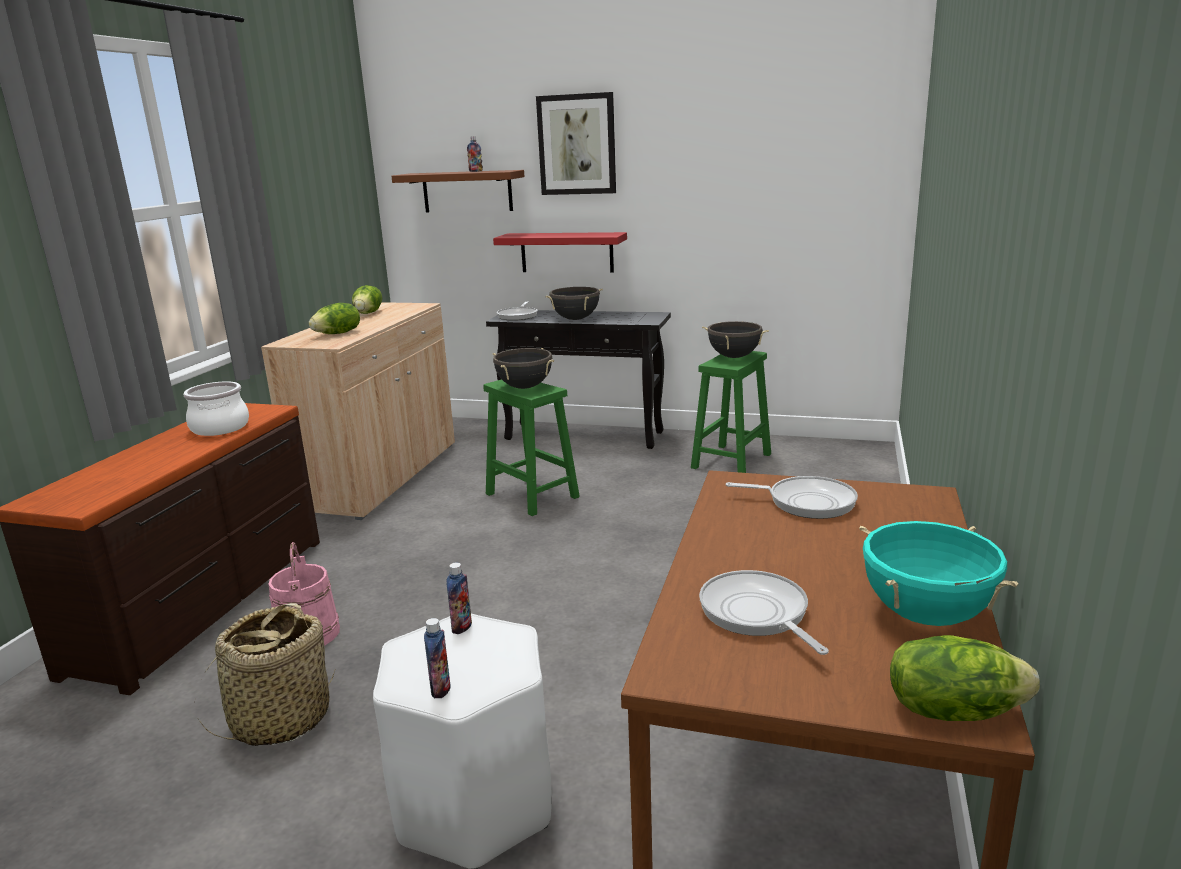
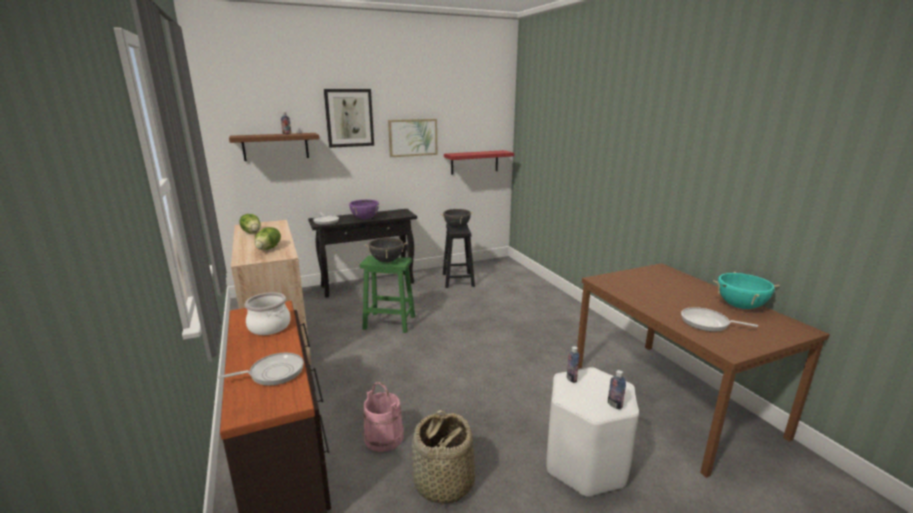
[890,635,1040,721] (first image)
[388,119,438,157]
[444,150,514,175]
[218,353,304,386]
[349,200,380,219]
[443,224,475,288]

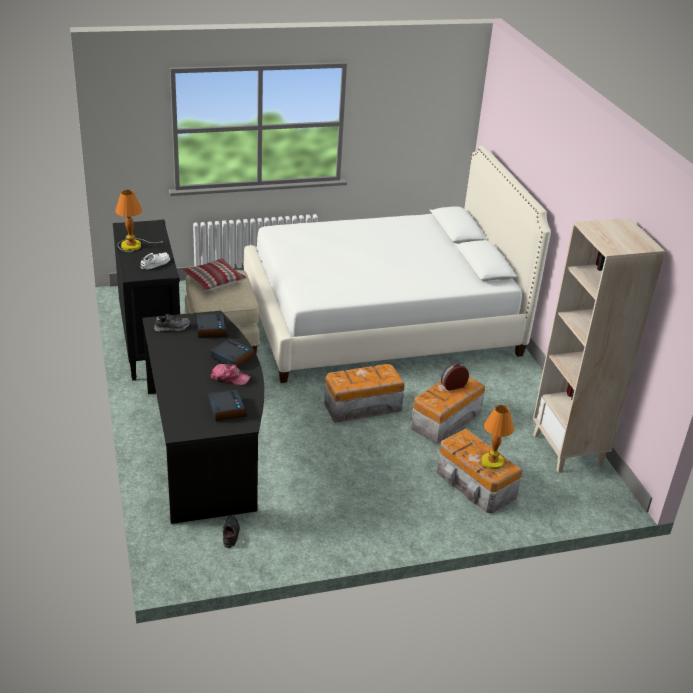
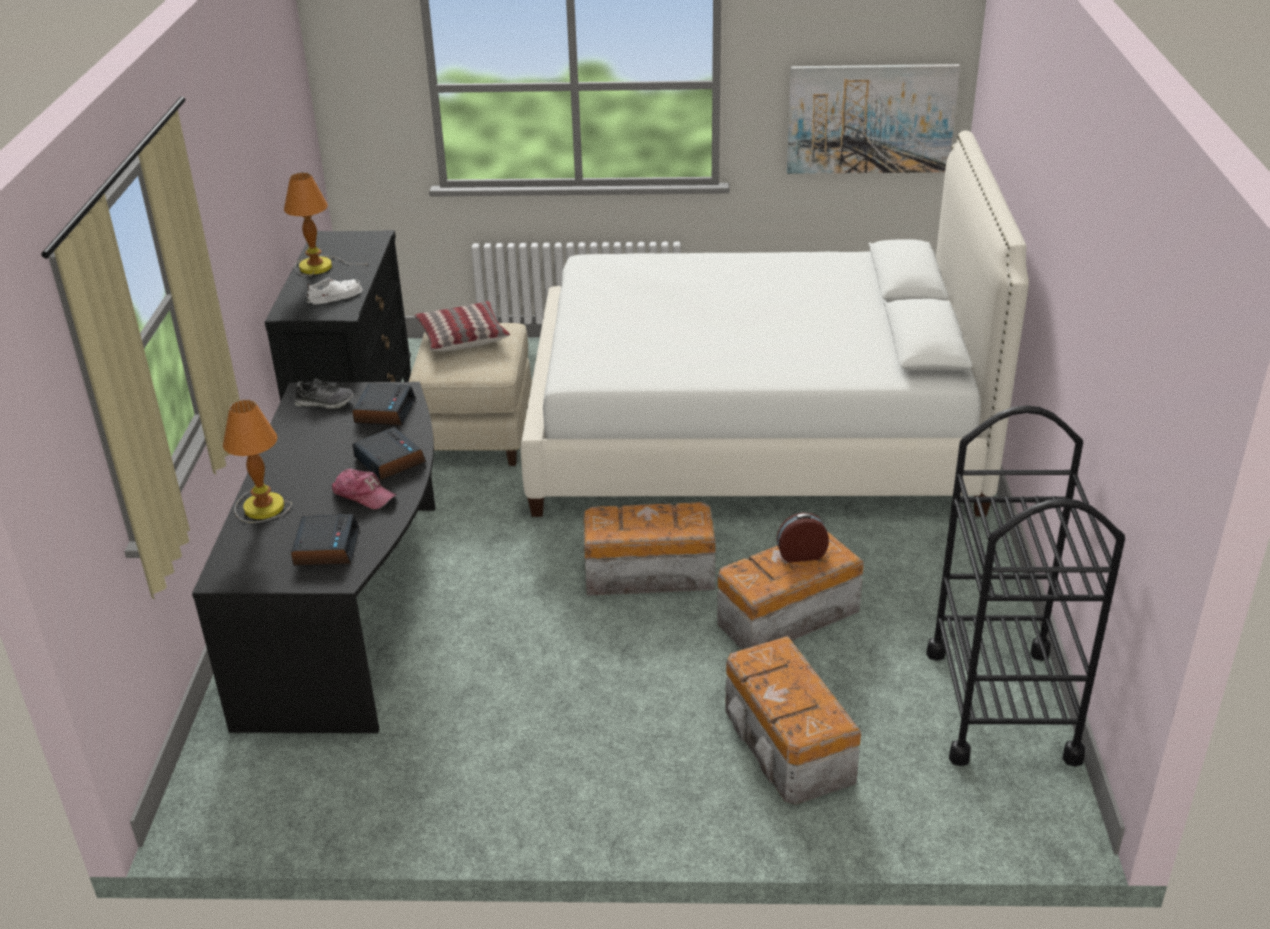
[223,516,240,548] (first image)
[787,64,960,174]
[223,400,292,523]
[926,405,1125,767]

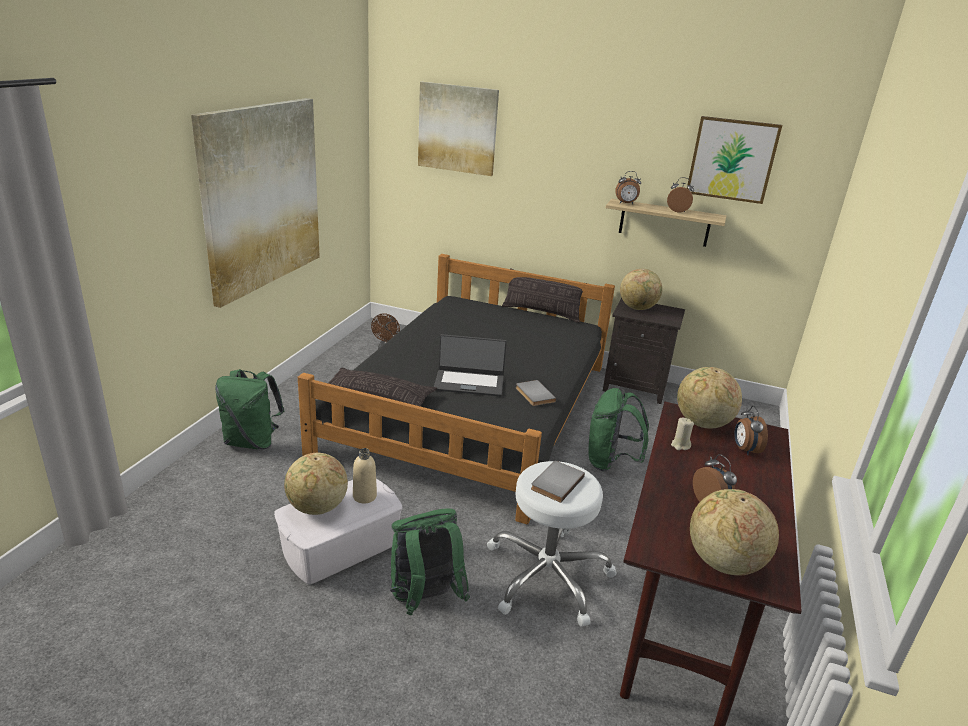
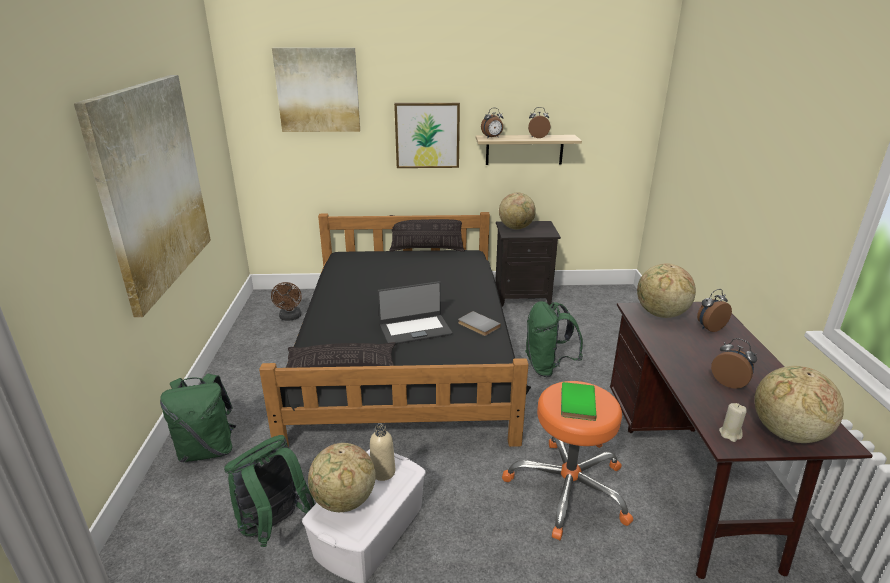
[224,435,315,547]
[719,403,747,442]
[394,103,460,168]
[502,381,633,541]
[561,382,596,421]
[697,289,732,332]

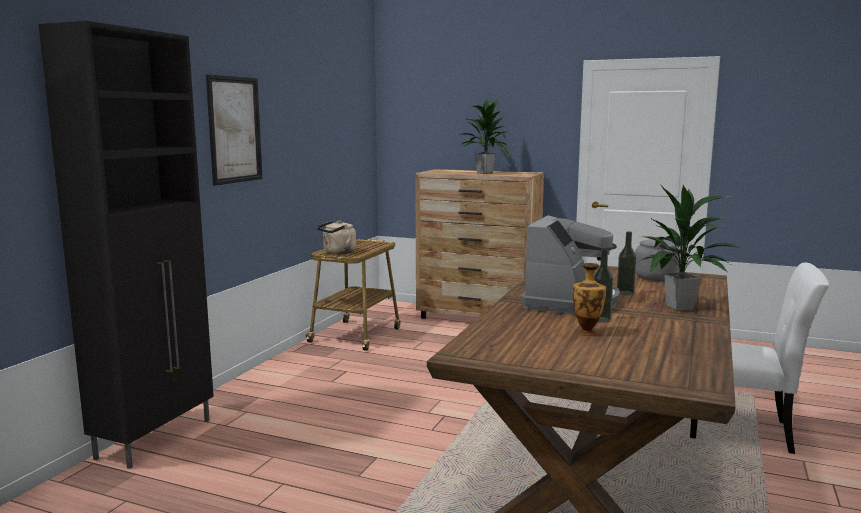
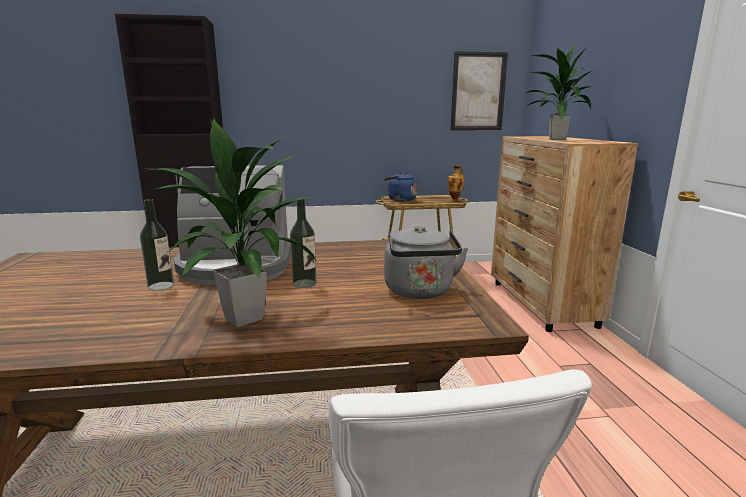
[451,51,508,130]
[448,165,465,201]
[384,172,417,202]

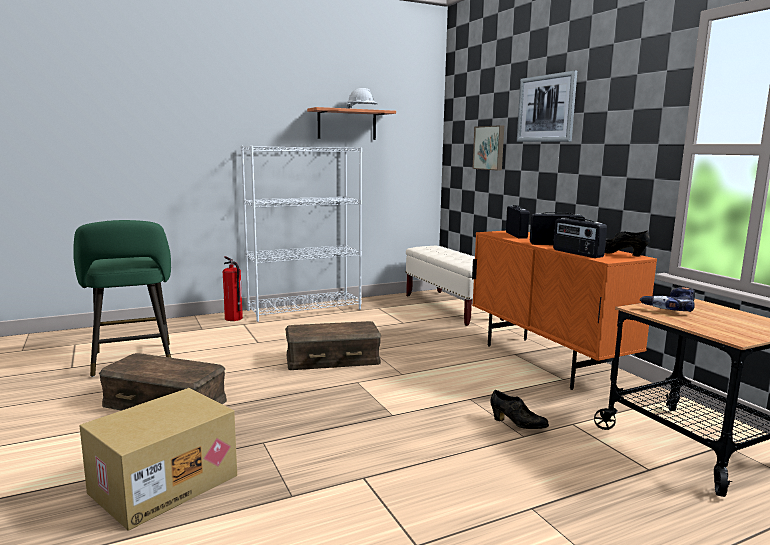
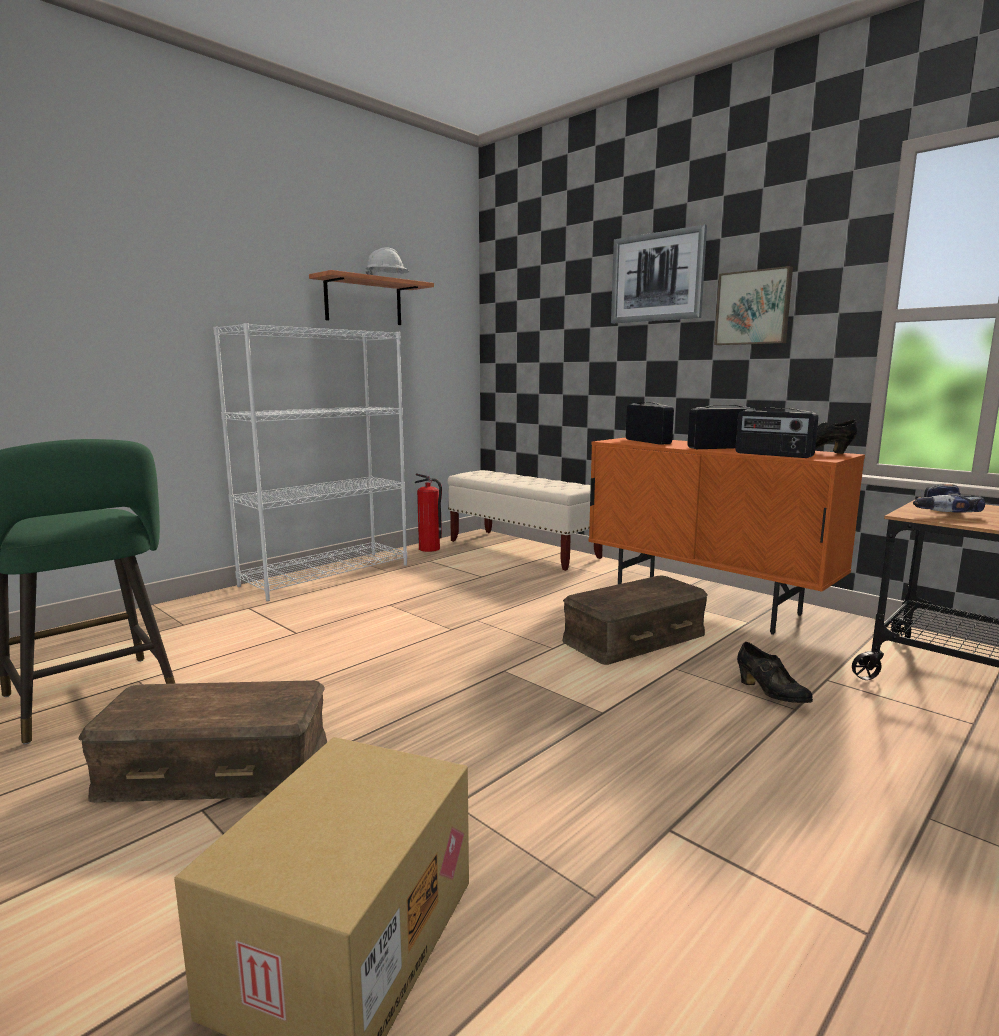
[415,473,442,552]
[562,576,708,665]
[714,266,793,345]
[737,642,813,703]

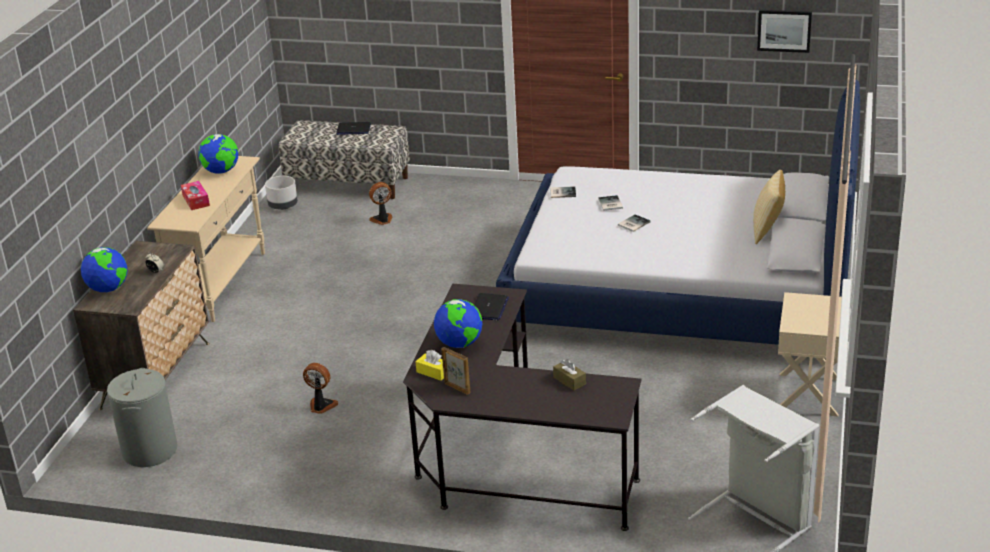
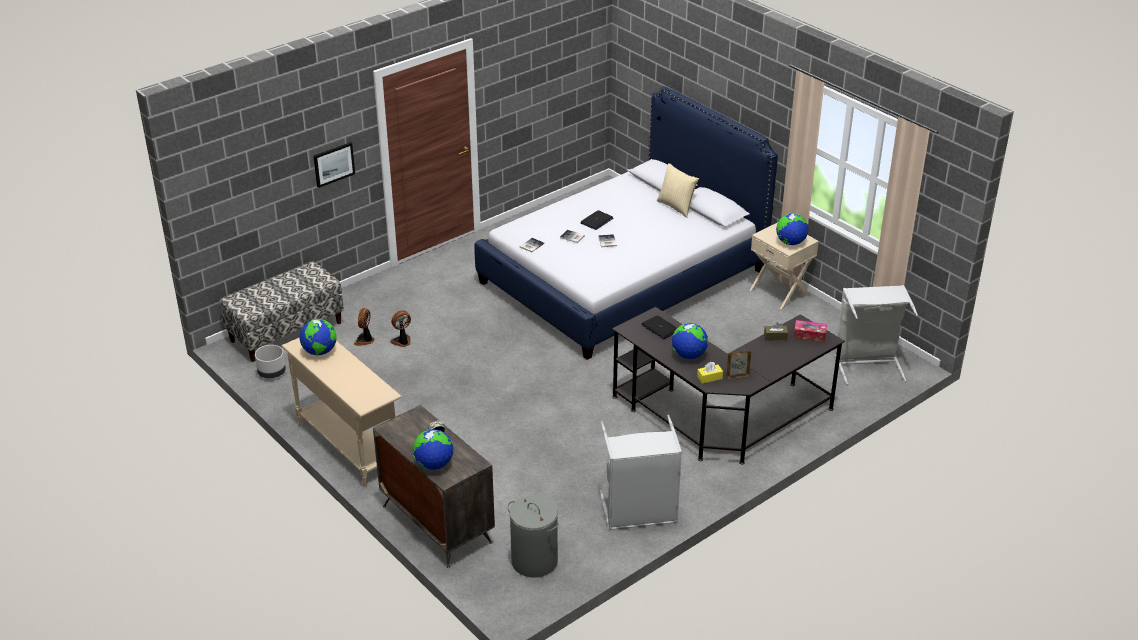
[600,415,682,530]
[776,214,808,245]
[794,320,827,342]
[390,310,411,347]
[580,210,614,230]
[314,142,355,188]

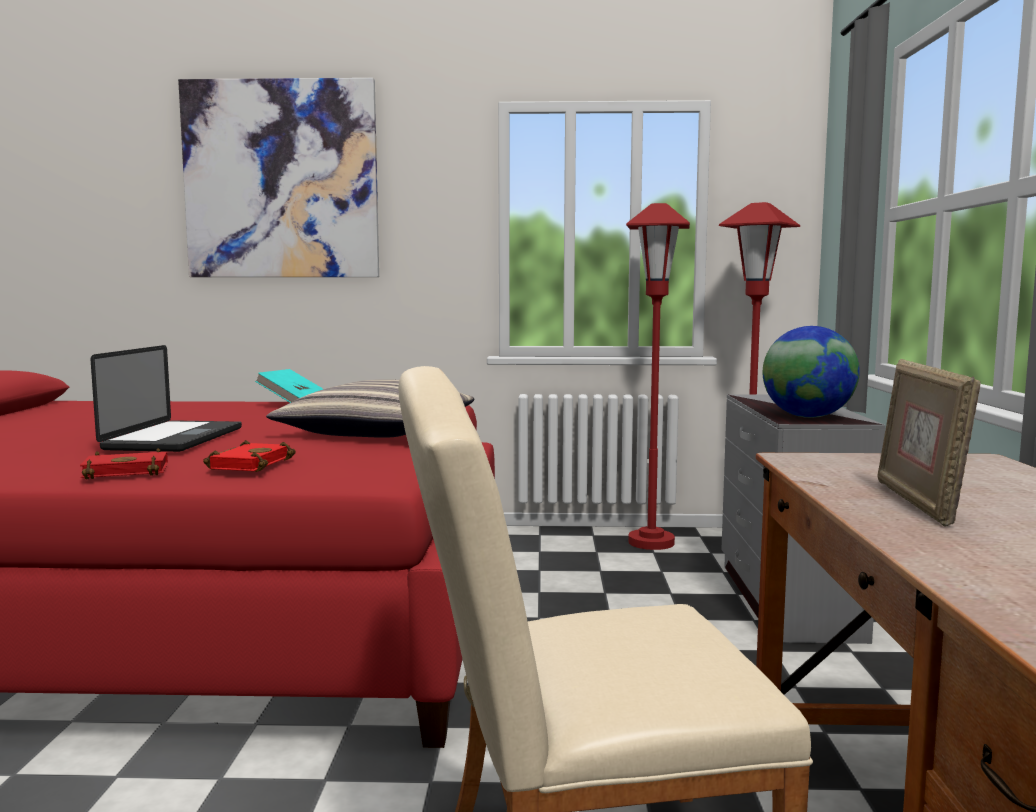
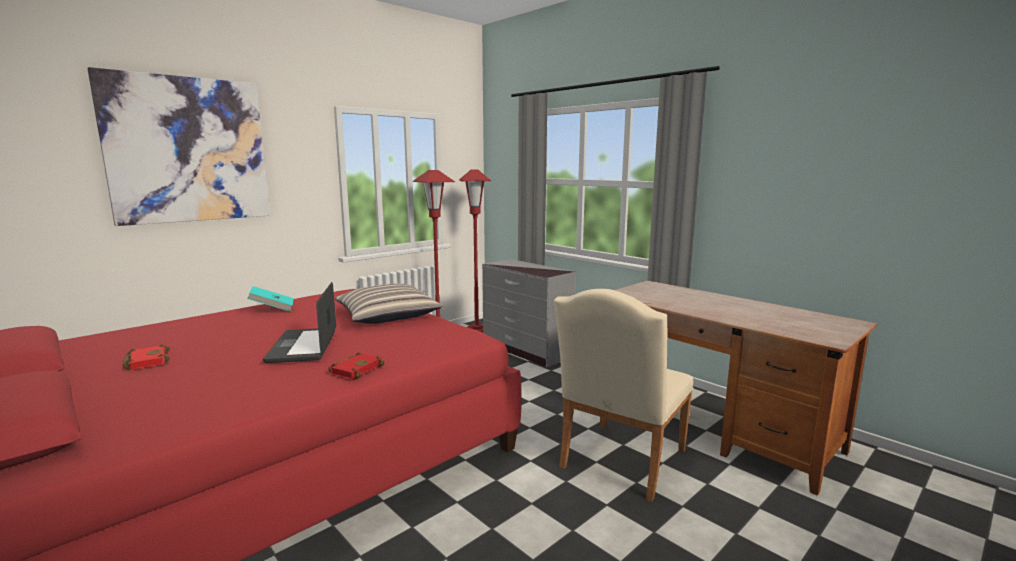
[763,326,860,418] (first image)
[877,359,981,527] (first image)
[123,344,170,370]
[263,282,336,363]

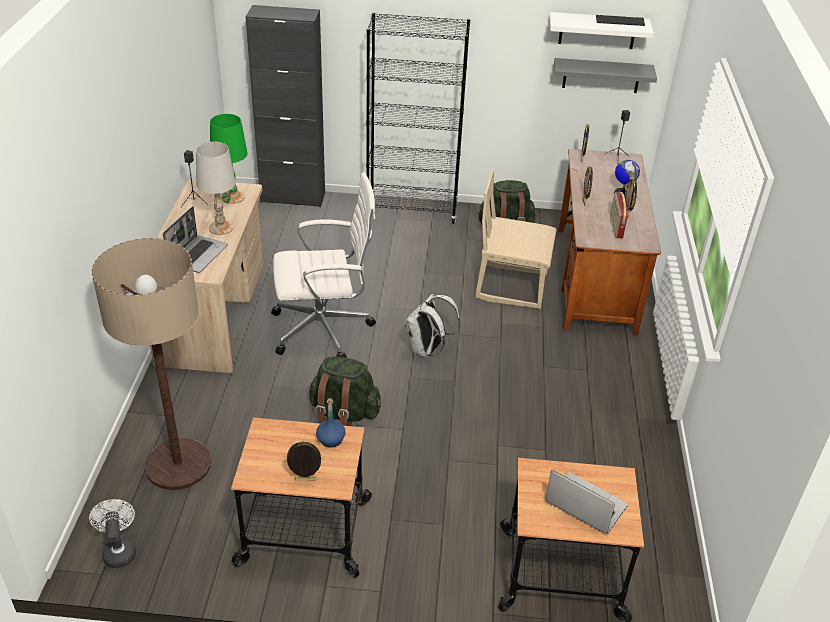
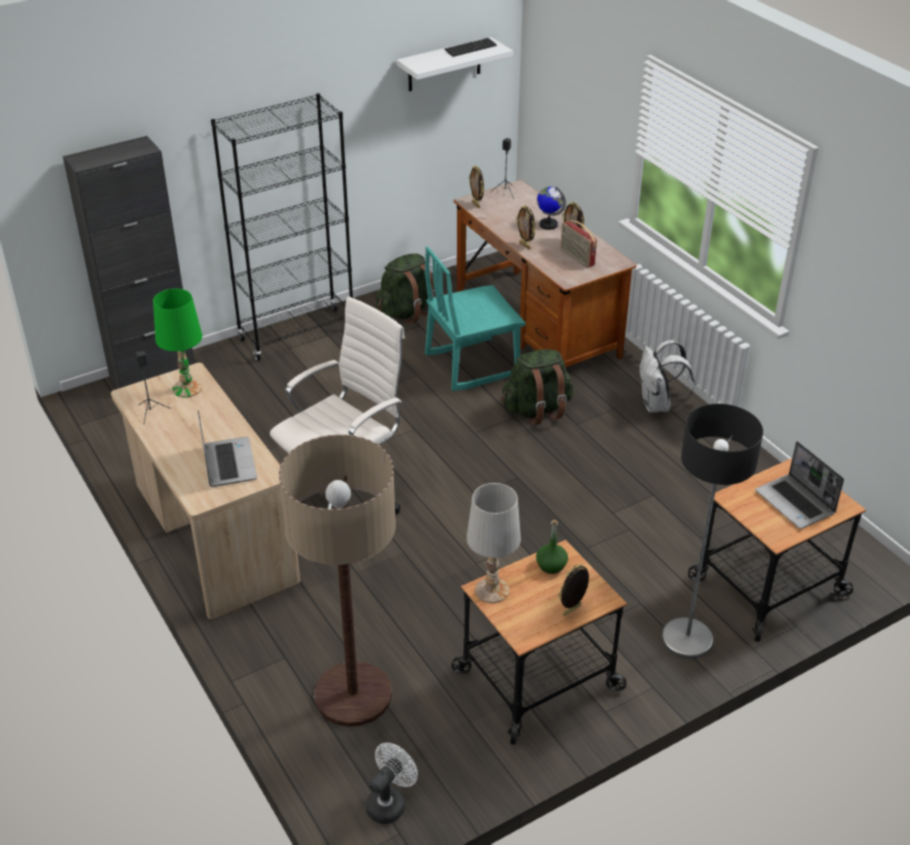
[554,58,657,93] (first image)
[662,404,763,659]
[467,483,521,603]
[501,349,573,425]
[639,340,695,413]
[536,520,568,574]
[425,246,526,391]
[366,743,418,824]
[755,441,844,529]

